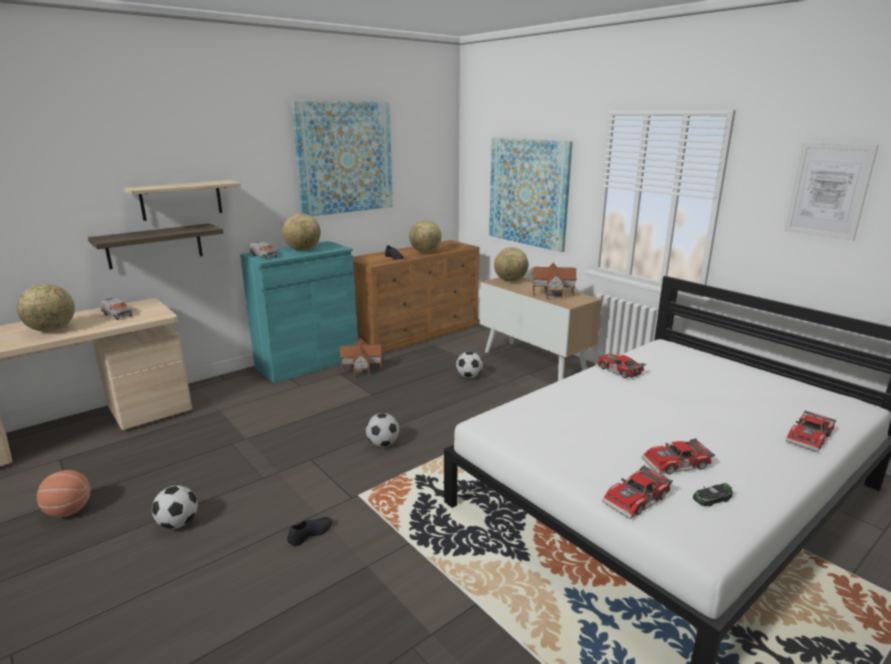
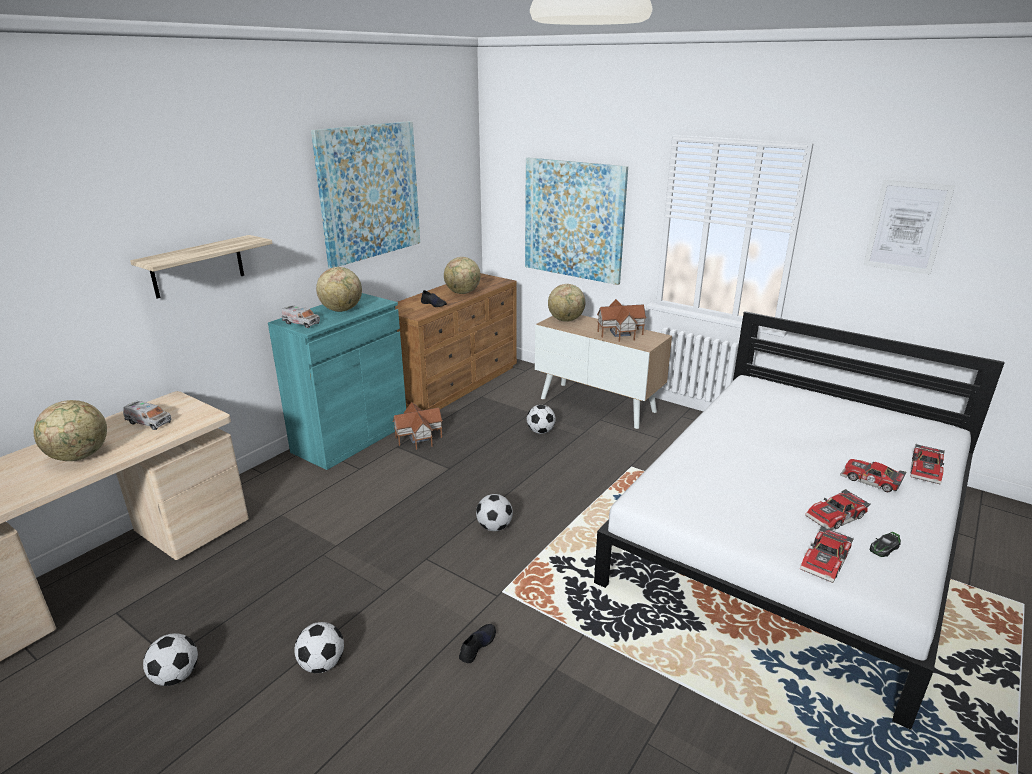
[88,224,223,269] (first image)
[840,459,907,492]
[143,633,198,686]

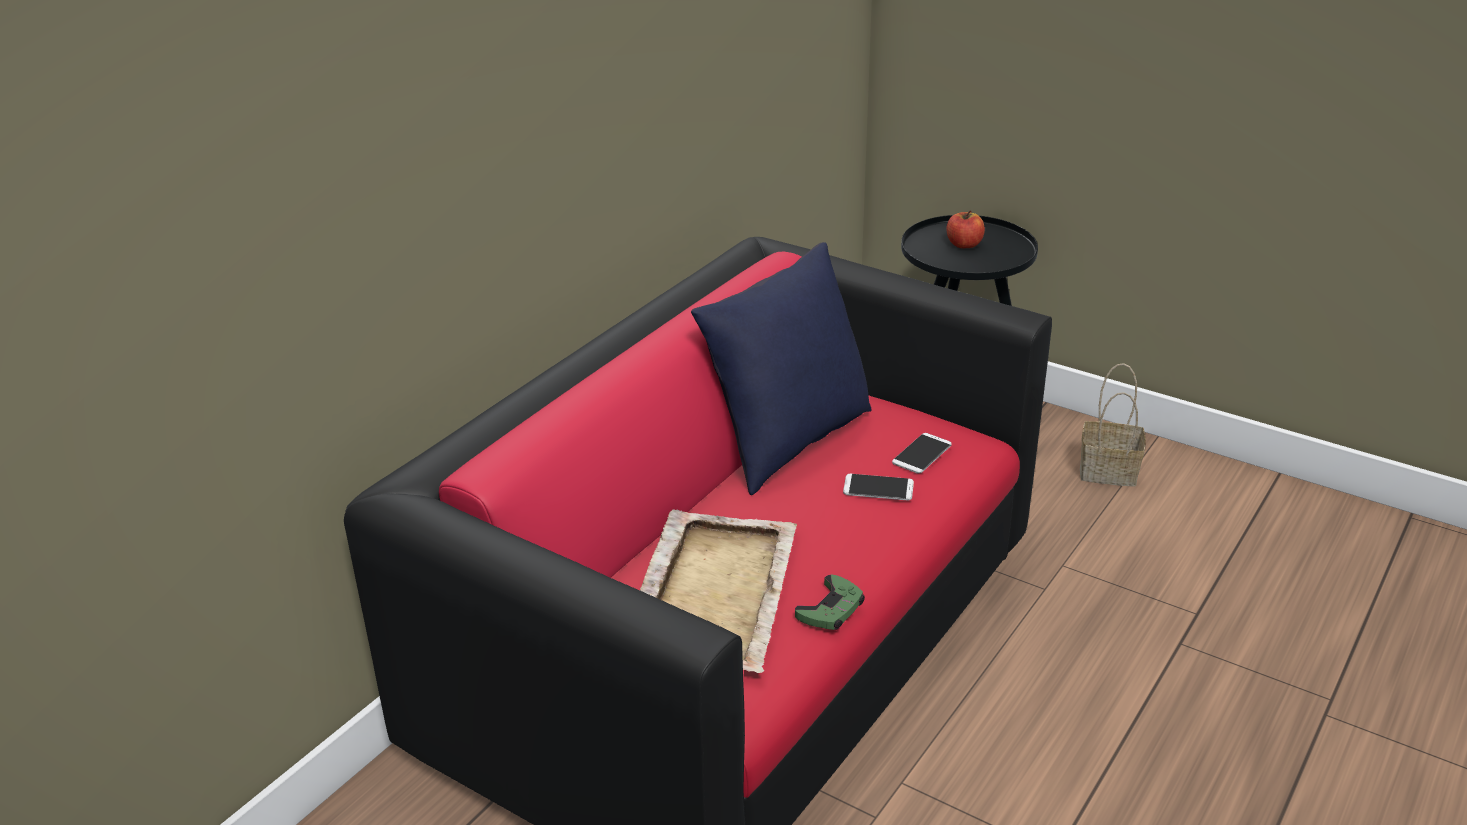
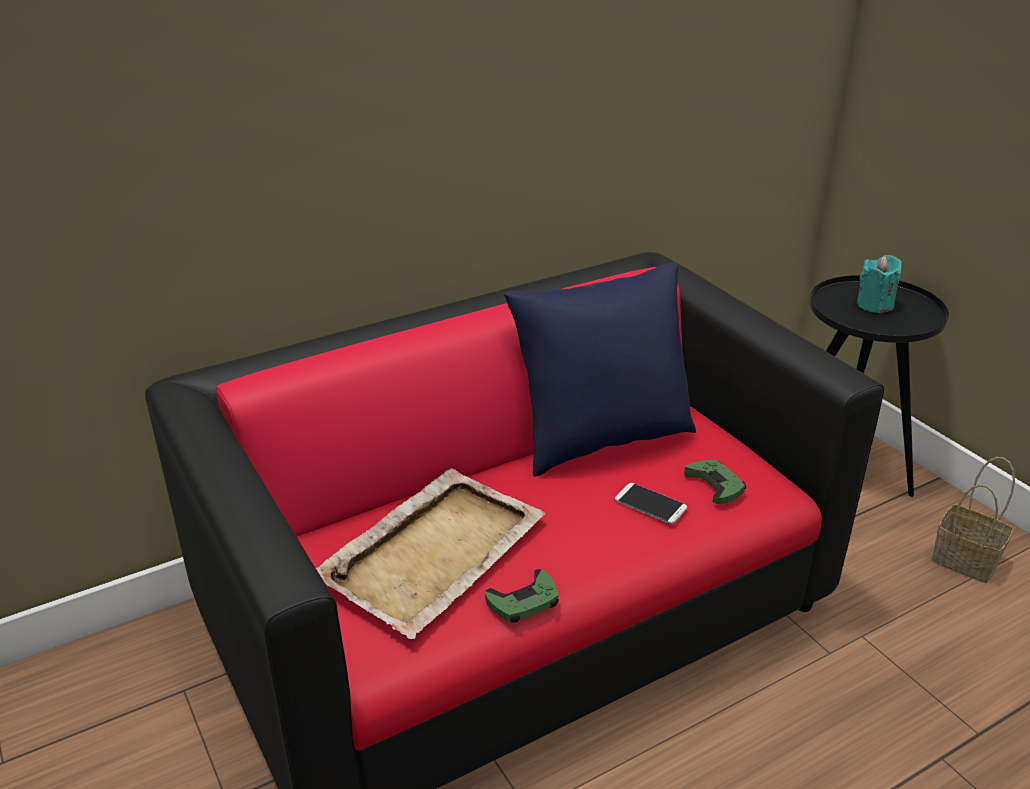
[684,460,746,504]
[857,255,902,314]

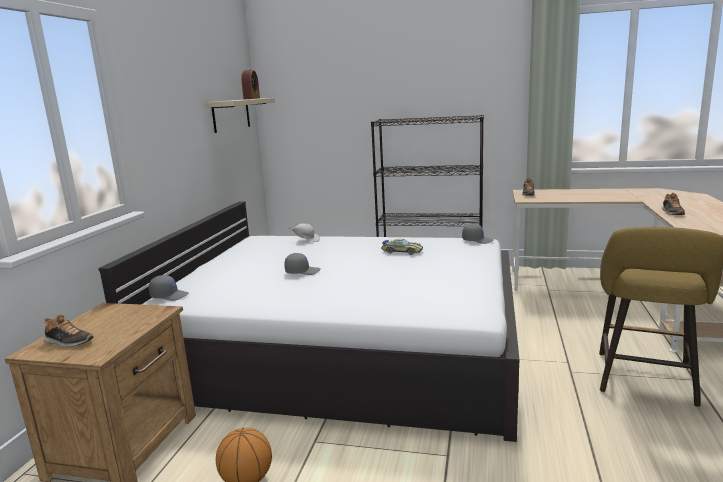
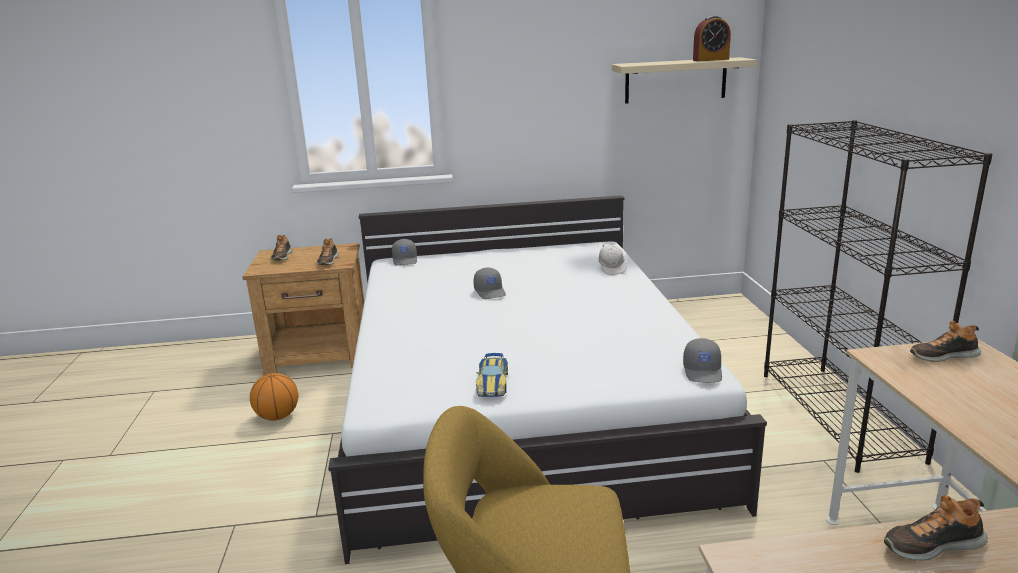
[317,238,339,265]
[476,353,508,397]

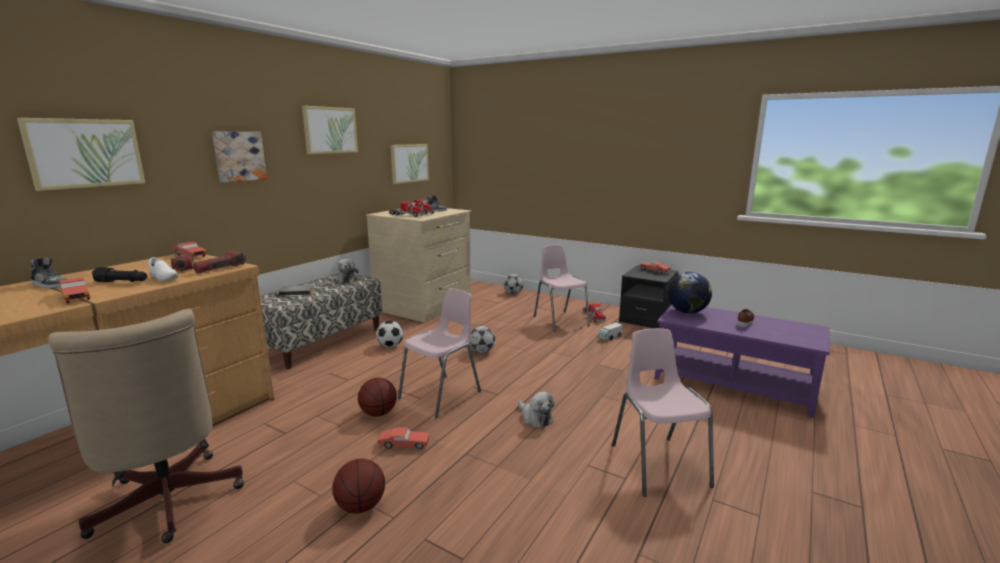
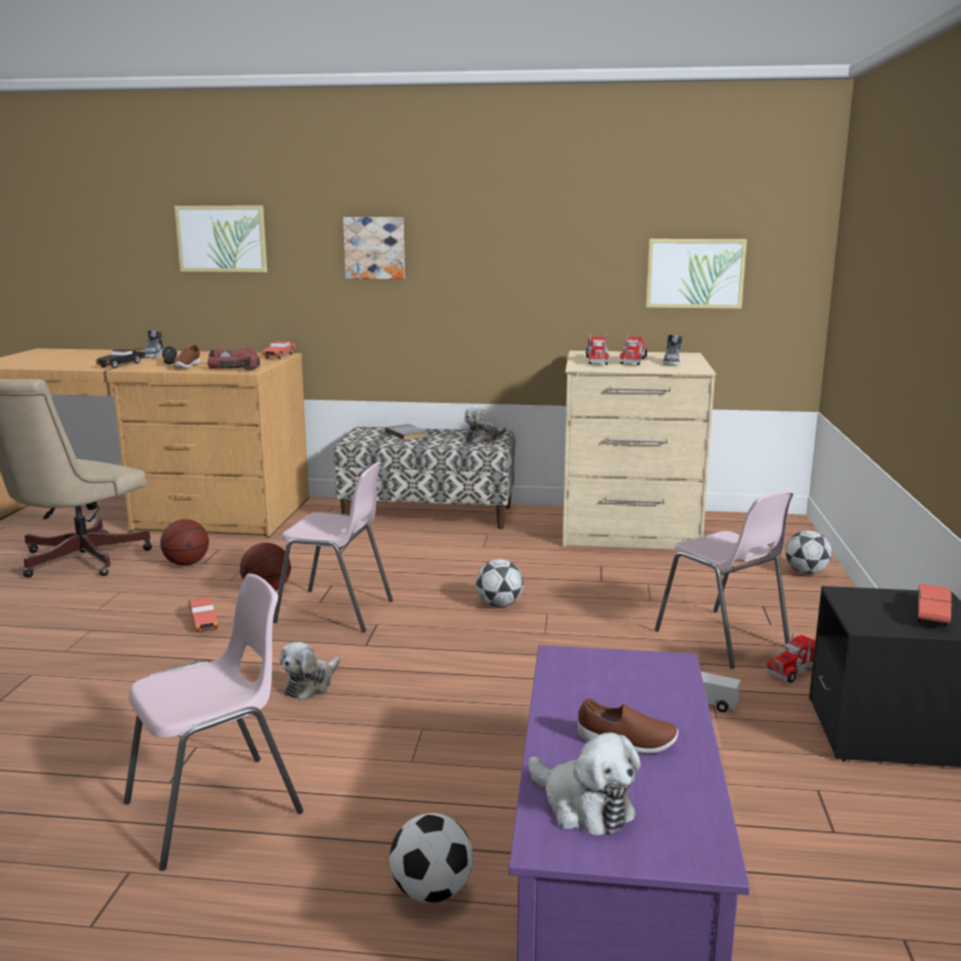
[302,106,358,154] (first image)
[667,272,712,313] (first image)
[528,732,641,835]
[160,519,209,566]
[390,813,473,903]
[96,349,145,368]
[173,345,201,369]
[655,491,794,669]

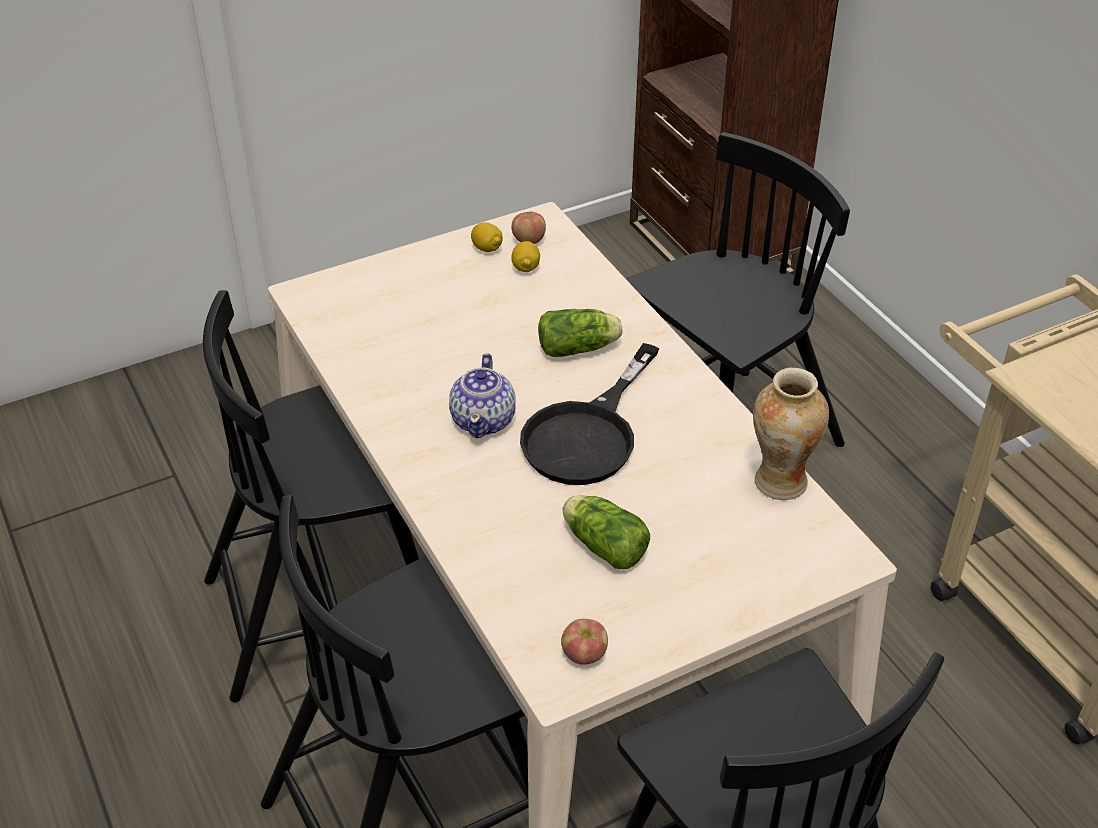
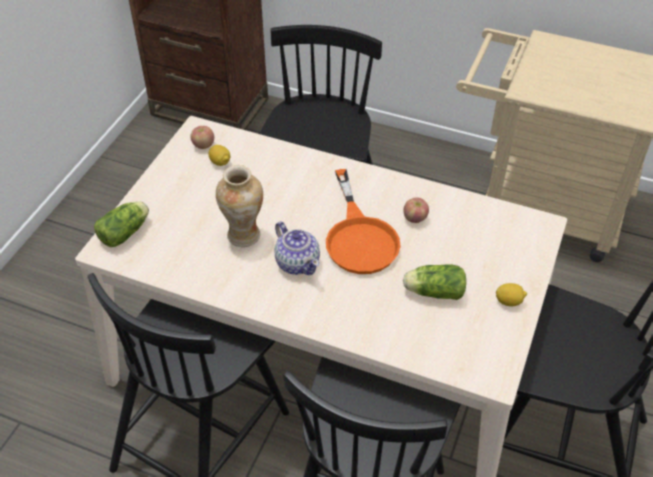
[496,283,527,306]
[94,201,149,247]
[403,197,429,223]
[216,165,263,247]
[326,169,401,274]

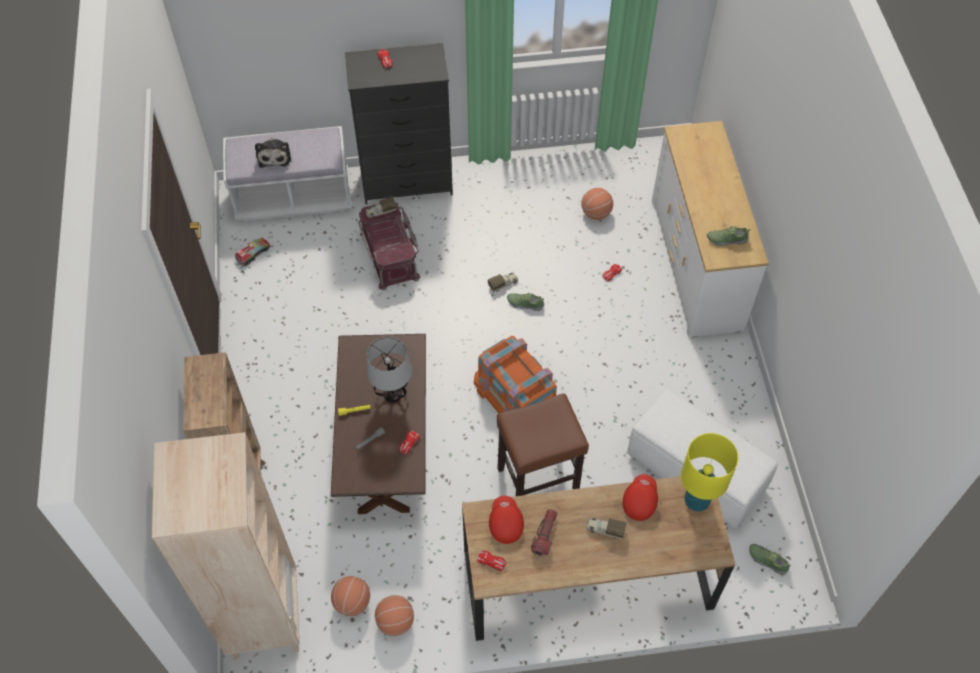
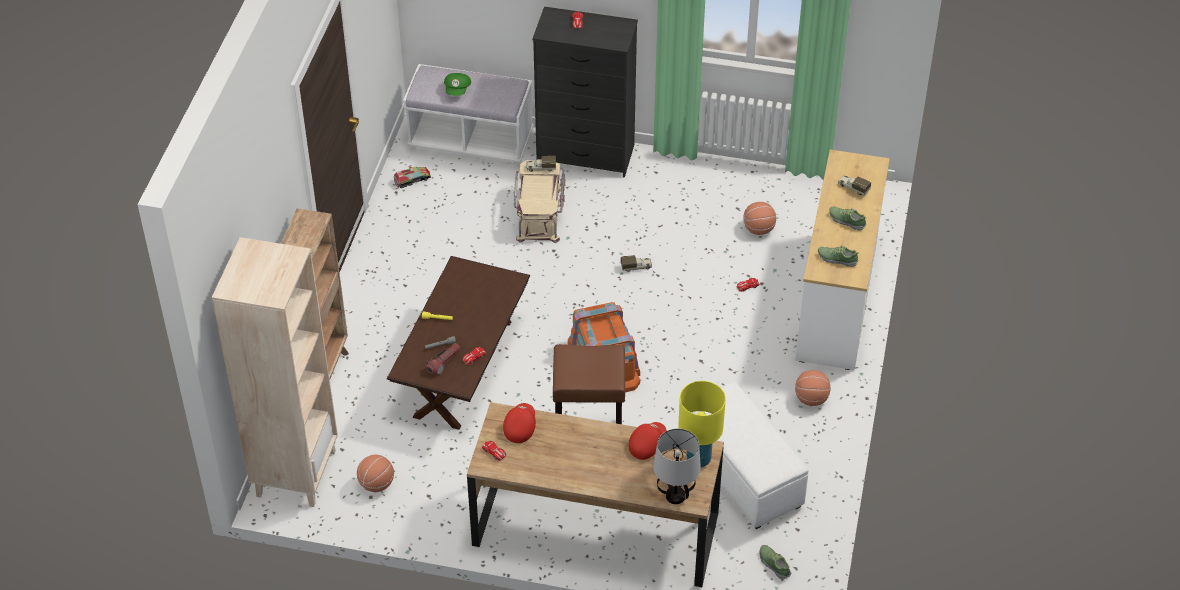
[653,429,701,504]
[795,370,831,406]
[829,206,866,231]
[425,343,461,375]
[838,175,871,195]
[444,73,471,96]
[514,160,565,243]

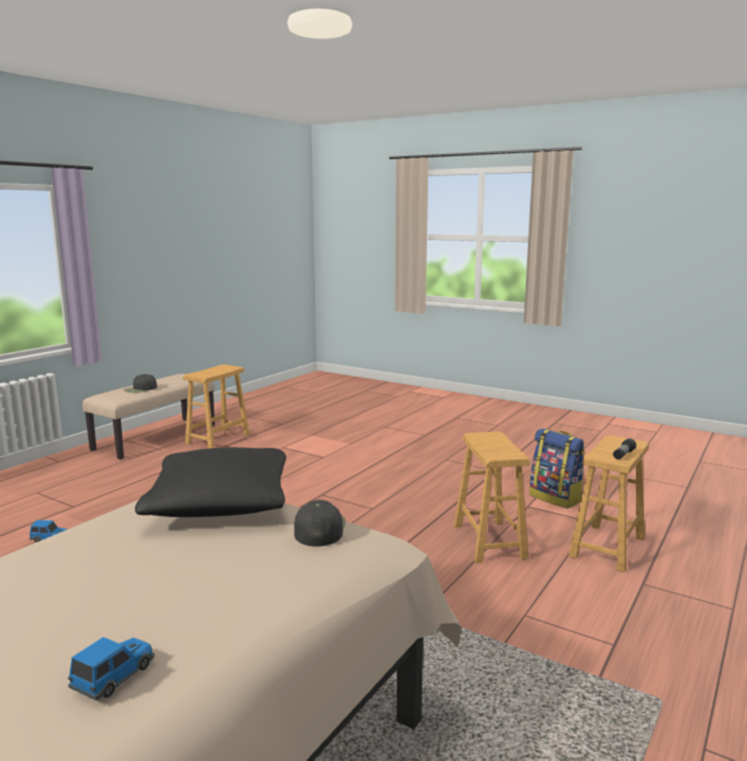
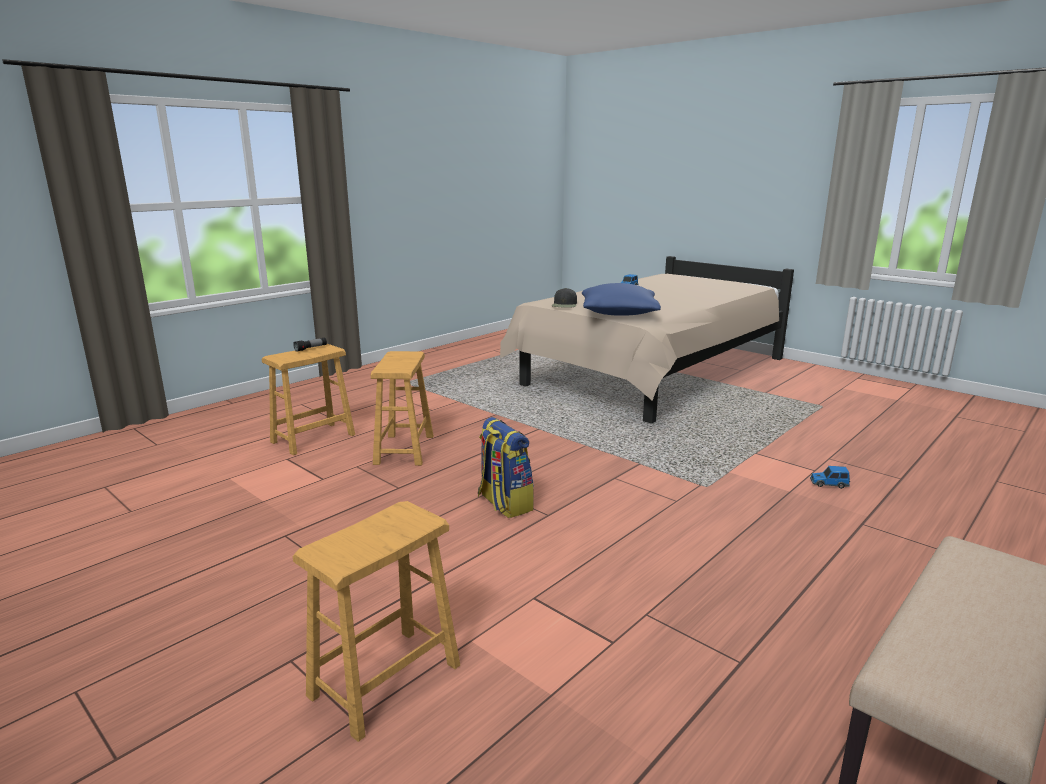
[124,374,157,393] (first image)
[293,501,460,742]
[478,417,534,518]
[582,283,661,316]

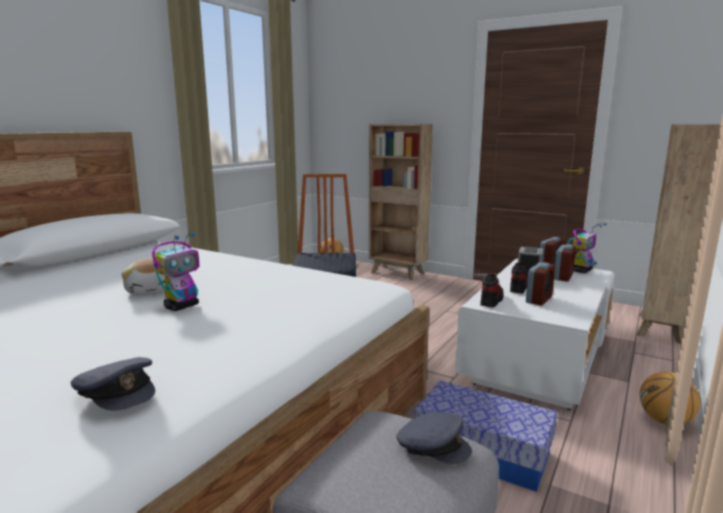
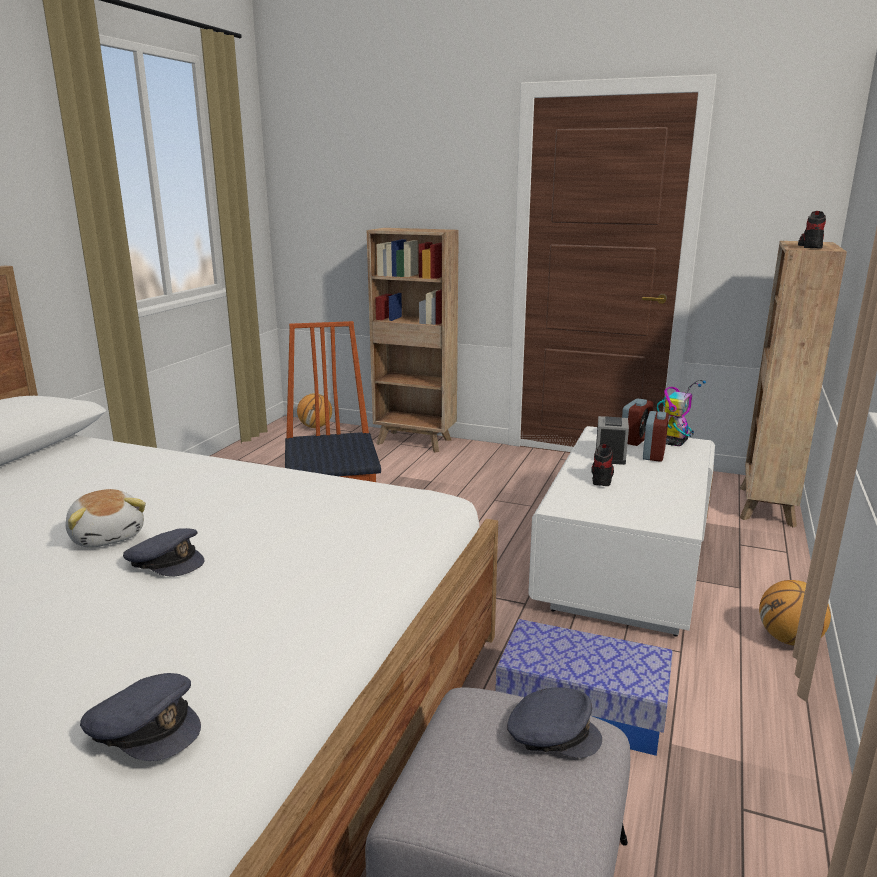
[526,262,555,306] (first image)
[798,211,826,248]
[123,528,204,576]

